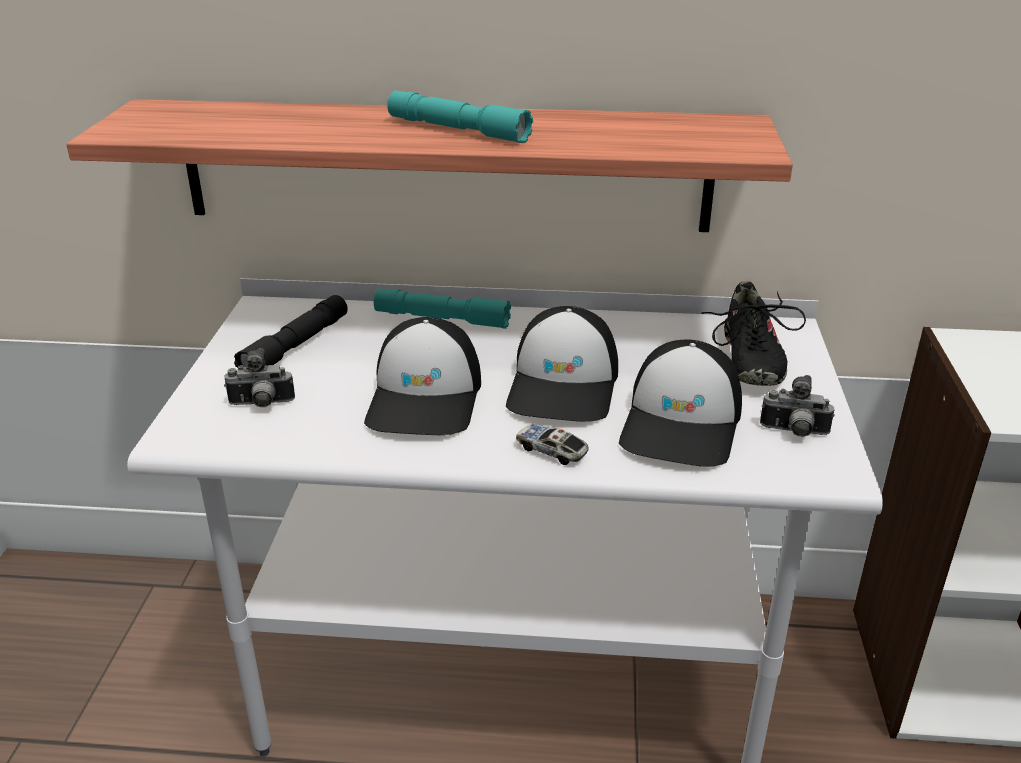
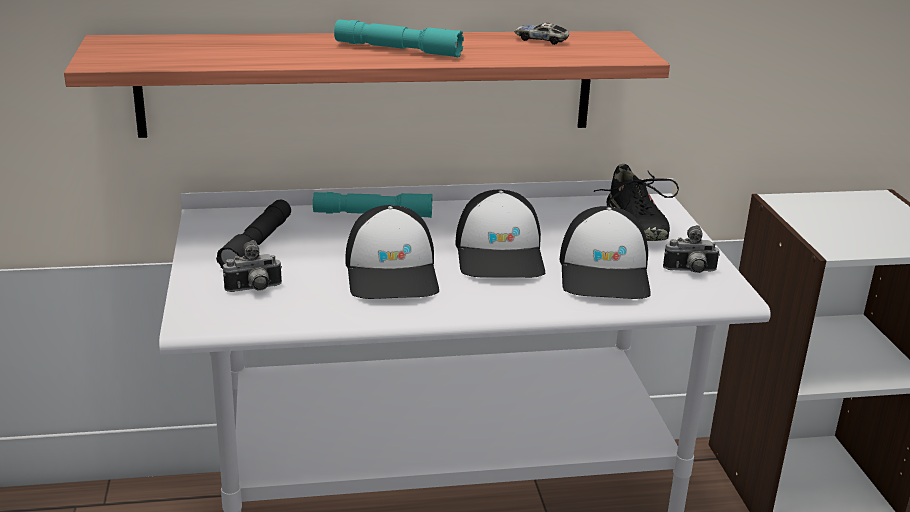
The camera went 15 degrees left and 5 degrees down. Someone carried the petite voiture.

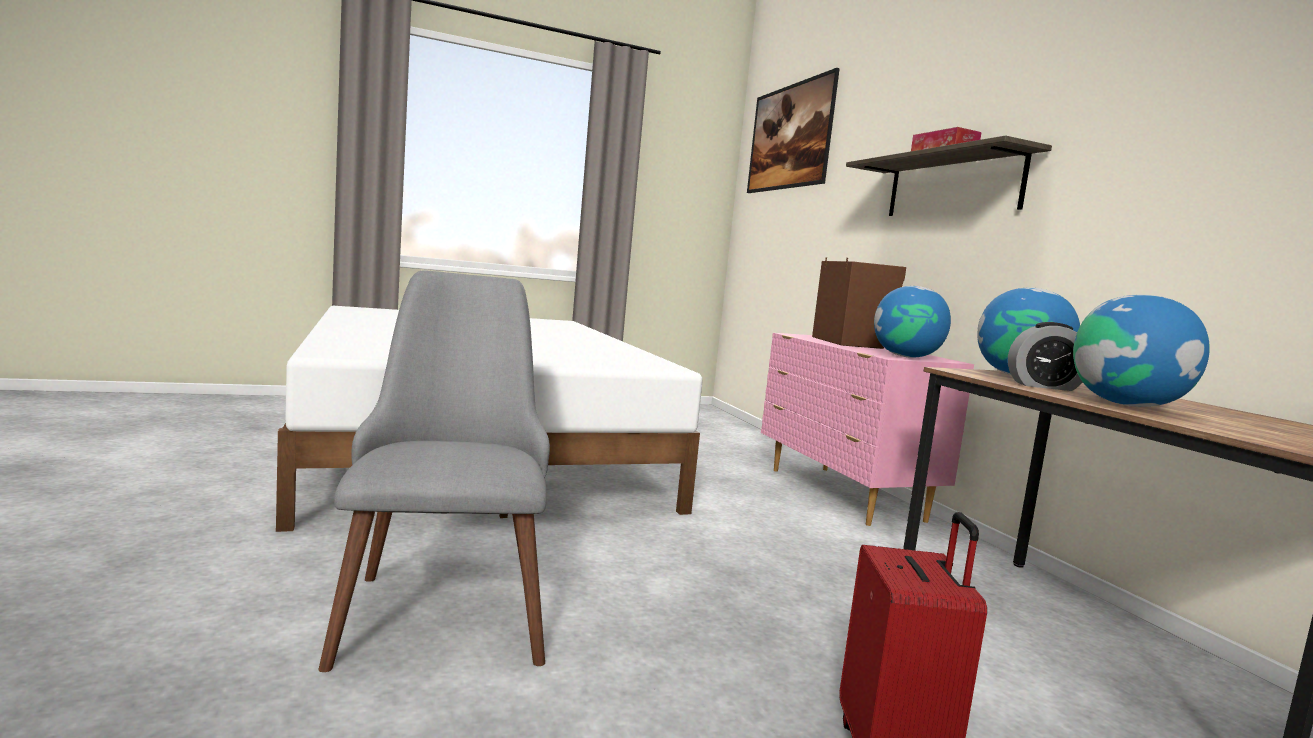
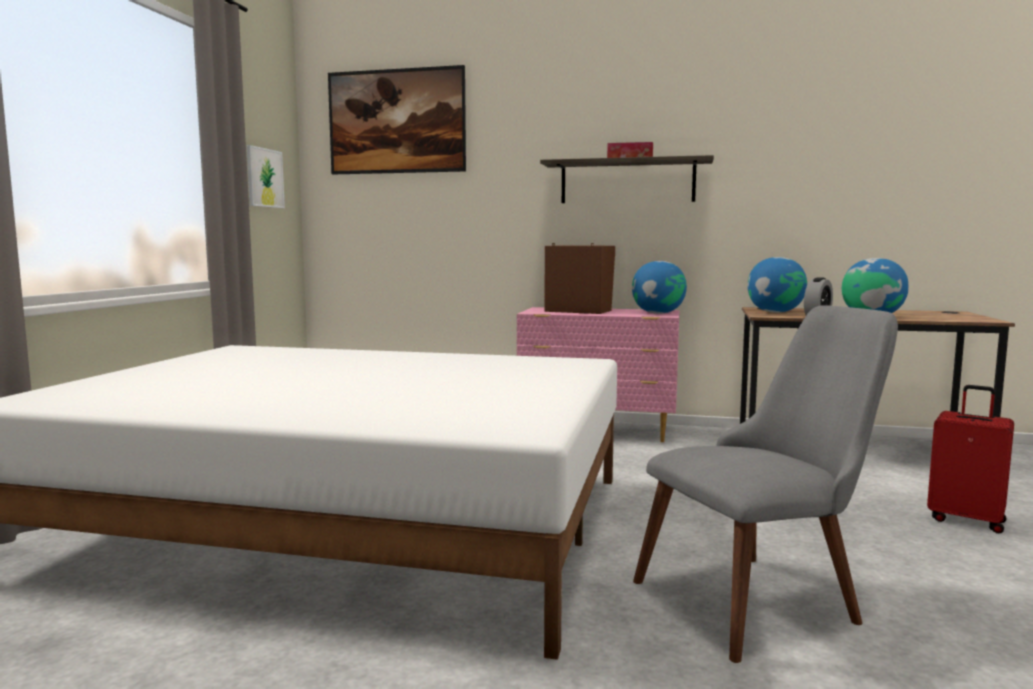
The camera went 55 degrees left and 0 degrees up. Someone rotated the chaise [gris] by 135 degrees clockwise. Someone put up the tableau (no. 1 from left).

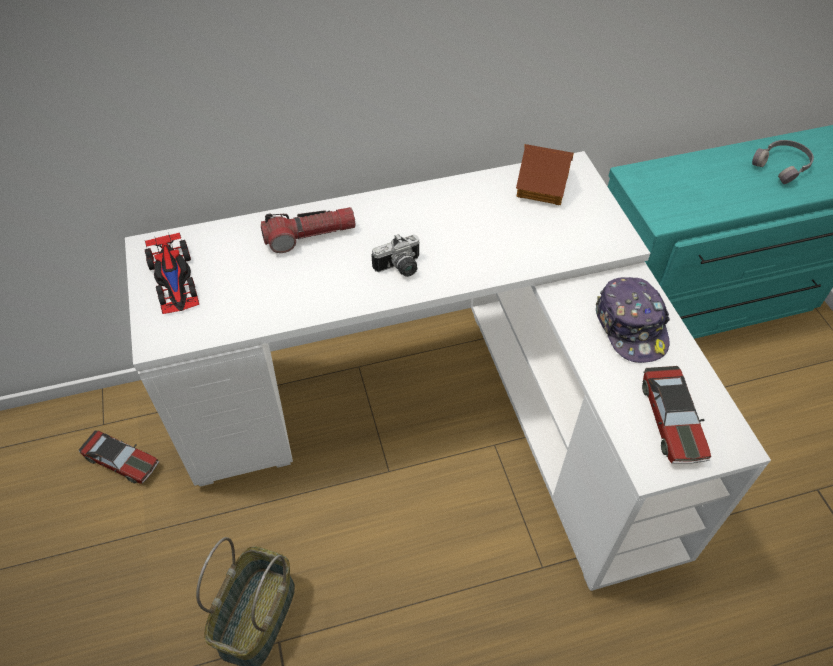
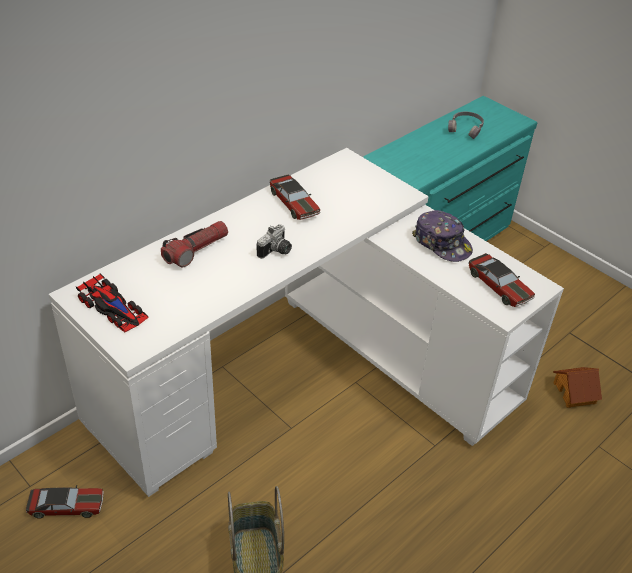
The camera went 30 degrees left and 10 degrees down. Someone carried the maison miniature. Someone put down the petite voiture (no. 3 from left).

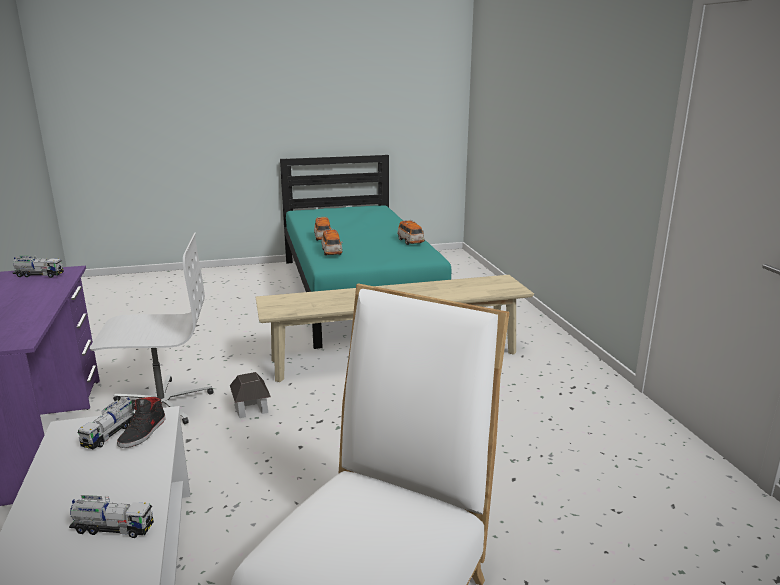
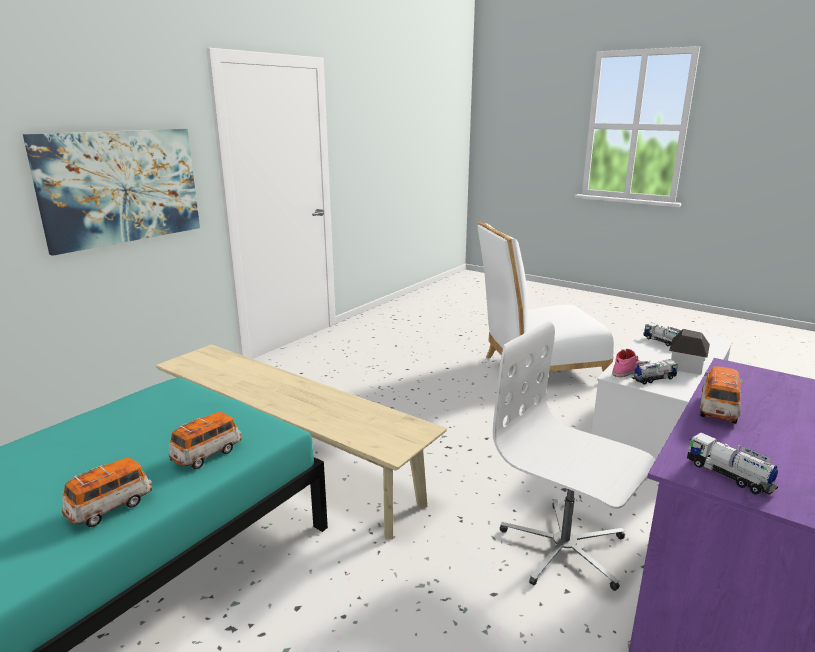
The camera went 130 degrees left and 0 degrees up. Someone carried the petite voiture (no. 3 from left). Someone carried the maison miniature. Someone repainted the chaussure [noir], which became the chaussure [rose]. Someone put up the tableau.

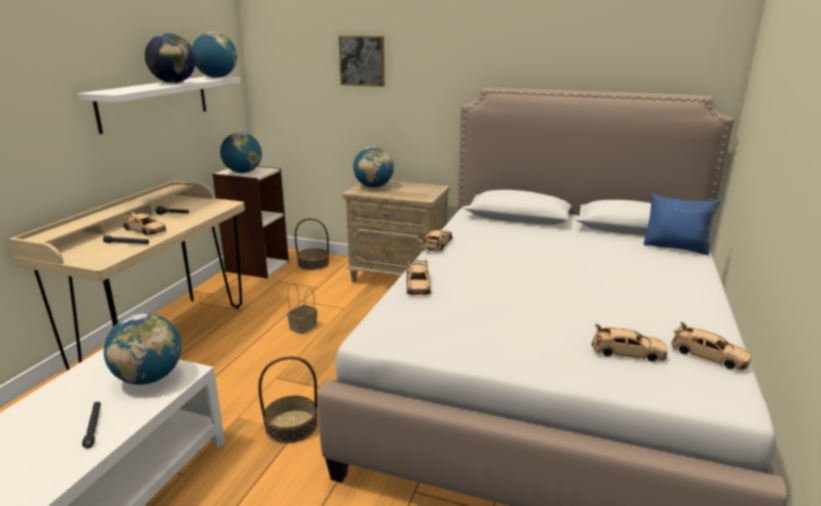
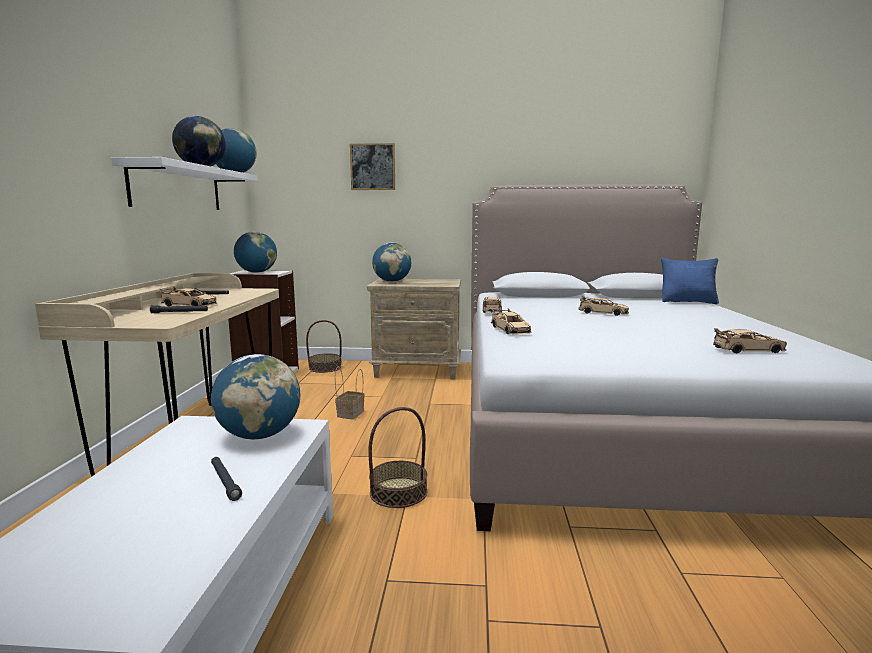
The camera went 15 degrees left and 10 degrees down. Someone carried the petite voiture [beige] (no. 5 from left in the first image).

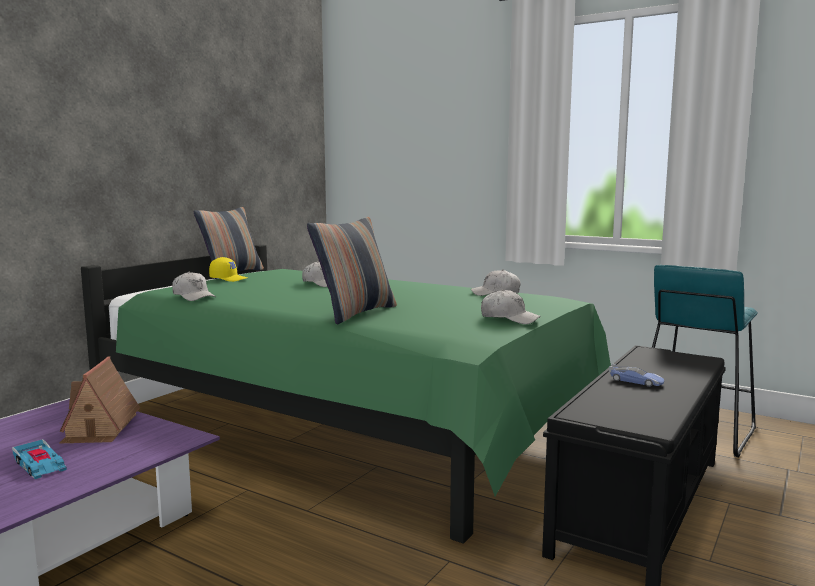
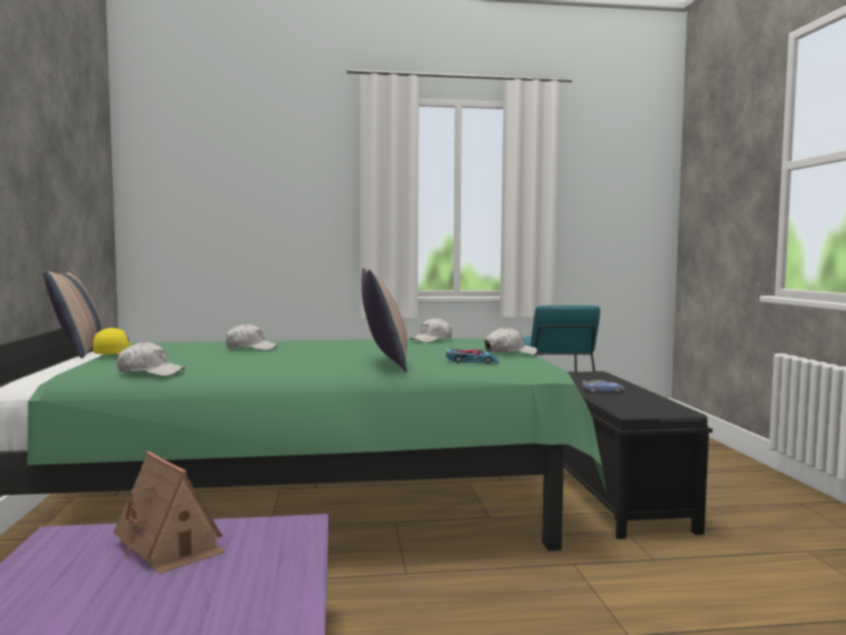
The camera went 40 degrees left and 5 degrees down. Someone carried the petite voiture (no. 1 from left).

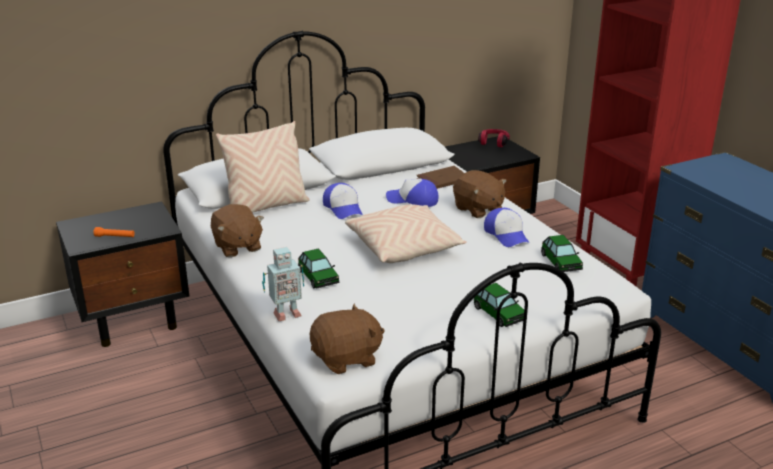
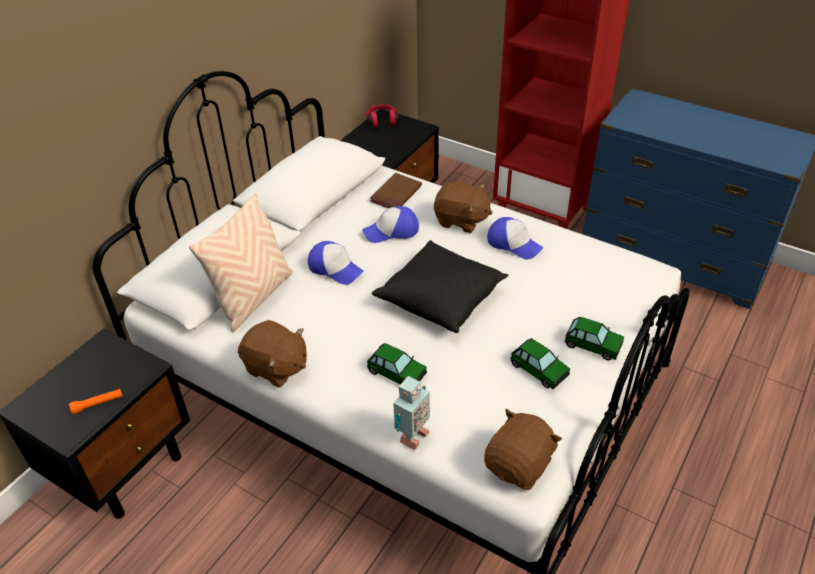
The camera went 30 degrees left and 15 degrees up. Someone repainted the coussin [beige] (no. 2 from left), which became the coussin [noir]. Someone carried the petite voiture (no. 3 from left in the first image).

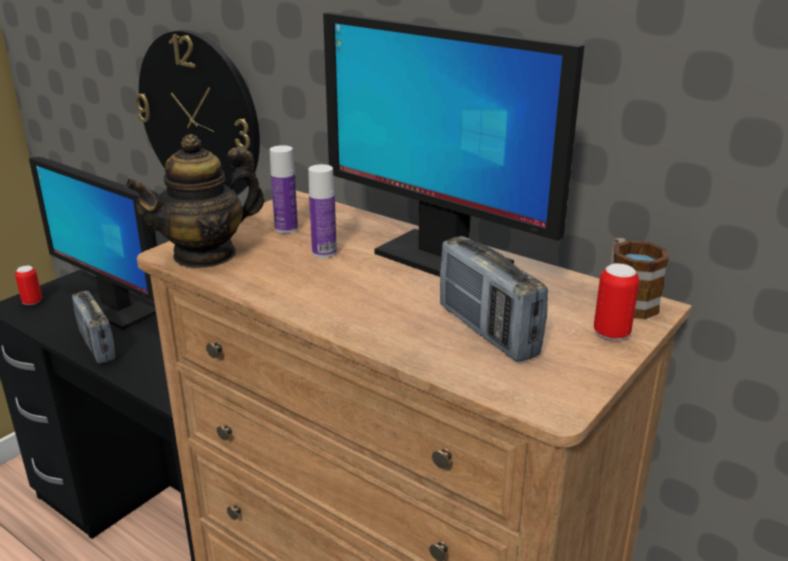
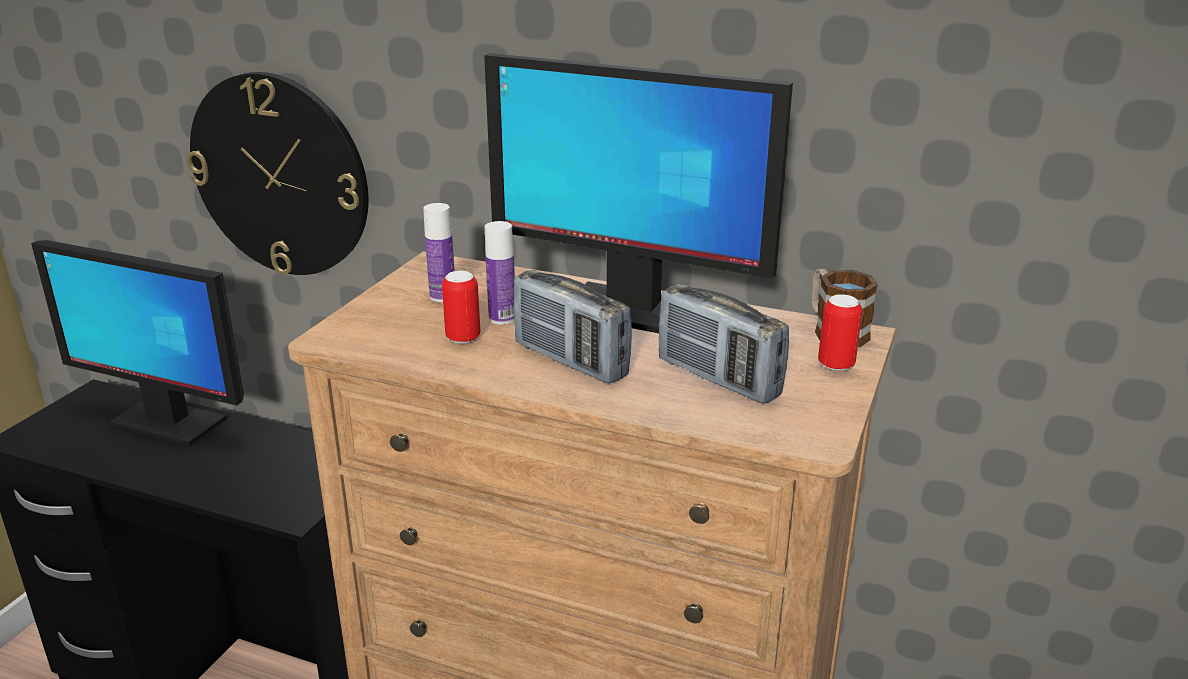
The camera went 15 degrees left and 0 degrees up. Someone took away the théière. Someone carried the boîte métallique (no. 1 from left). Someone carried the radio (no. 1 from left).

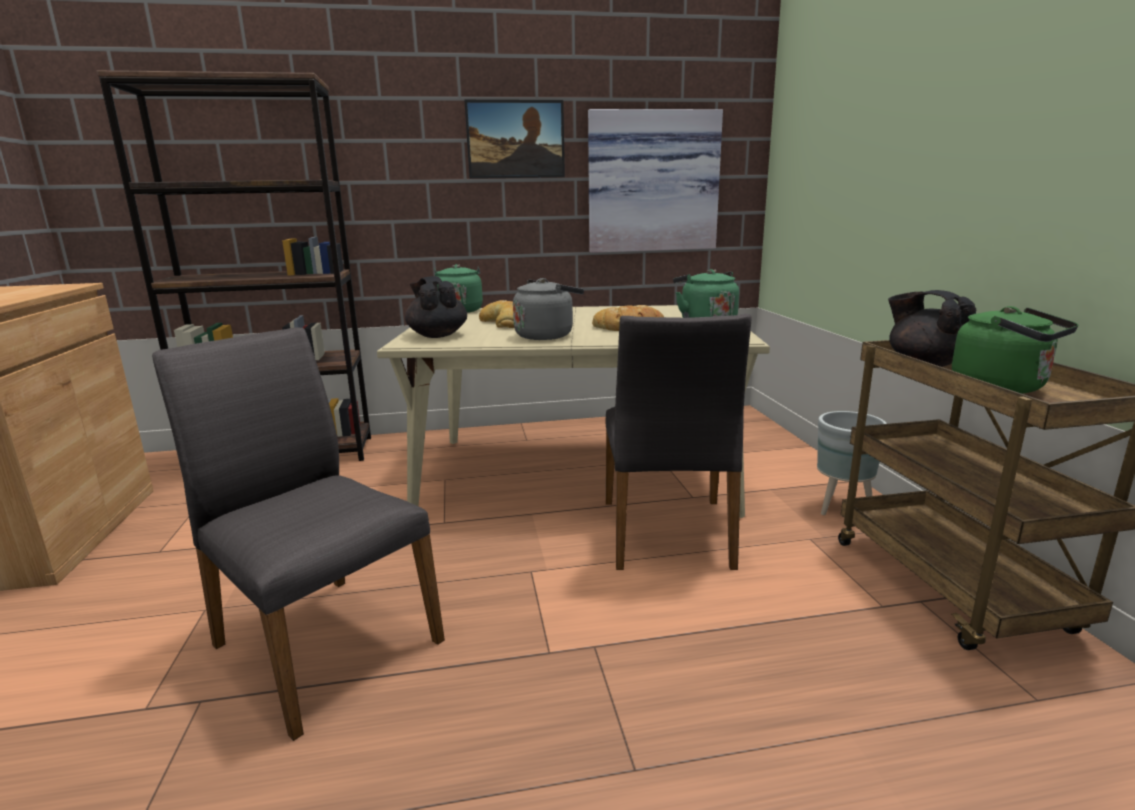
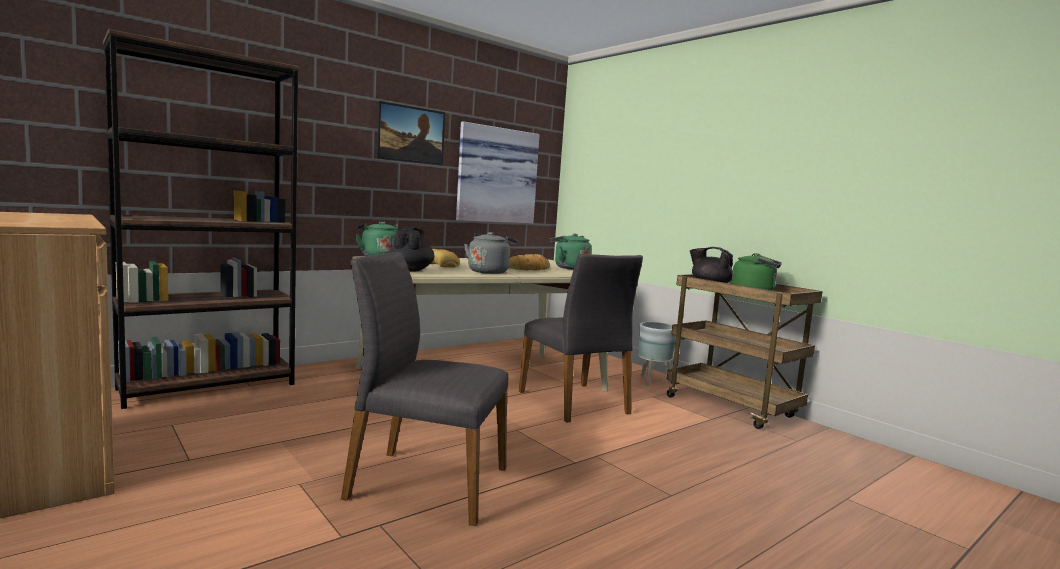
The camera went 30 degrees left and 10 degrees down. Someone rotated the théière [noir] (no. 1 from left) by 60 degrees clockwise.

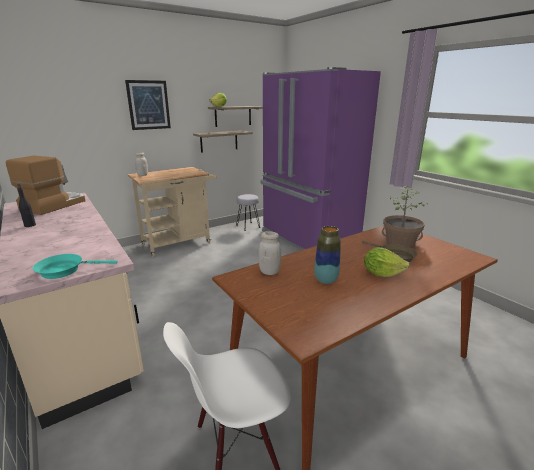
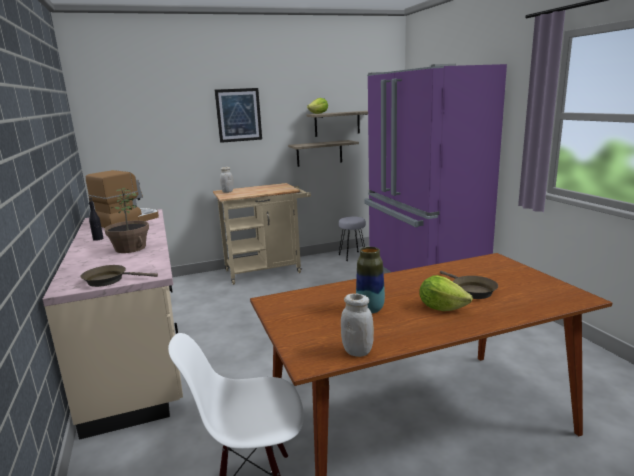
The camera went 15 degrees right and 5 degrees down. Someone carried the plante en pot. Someone carried the bocal [blanc] (no. 2 from left). Someone repainted the poêle [turquoise], which became the poêle [marron] (no. 1 from left).

